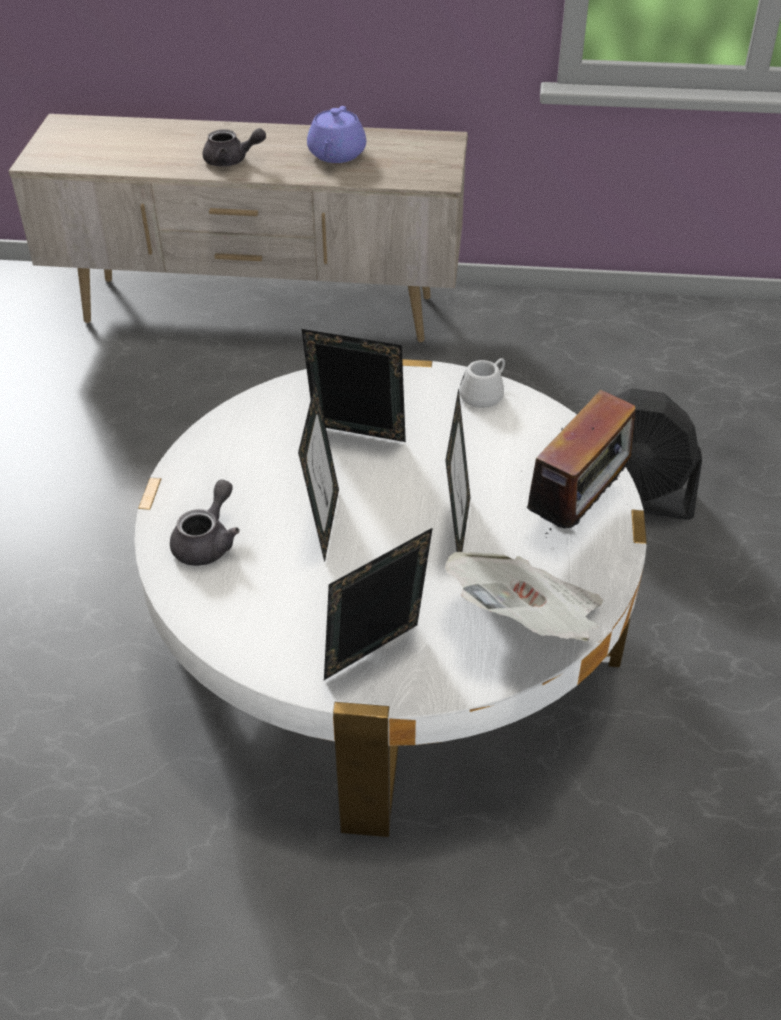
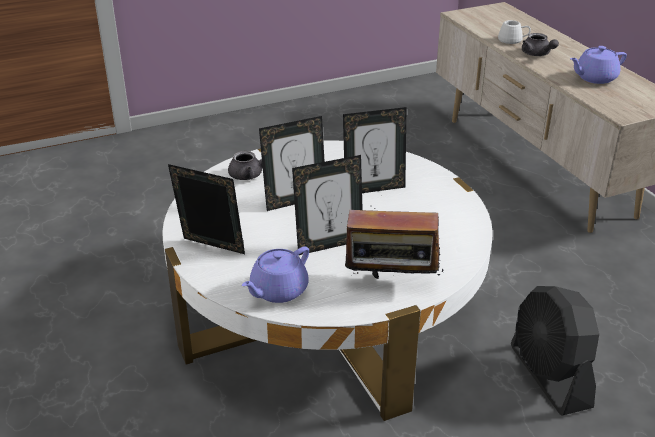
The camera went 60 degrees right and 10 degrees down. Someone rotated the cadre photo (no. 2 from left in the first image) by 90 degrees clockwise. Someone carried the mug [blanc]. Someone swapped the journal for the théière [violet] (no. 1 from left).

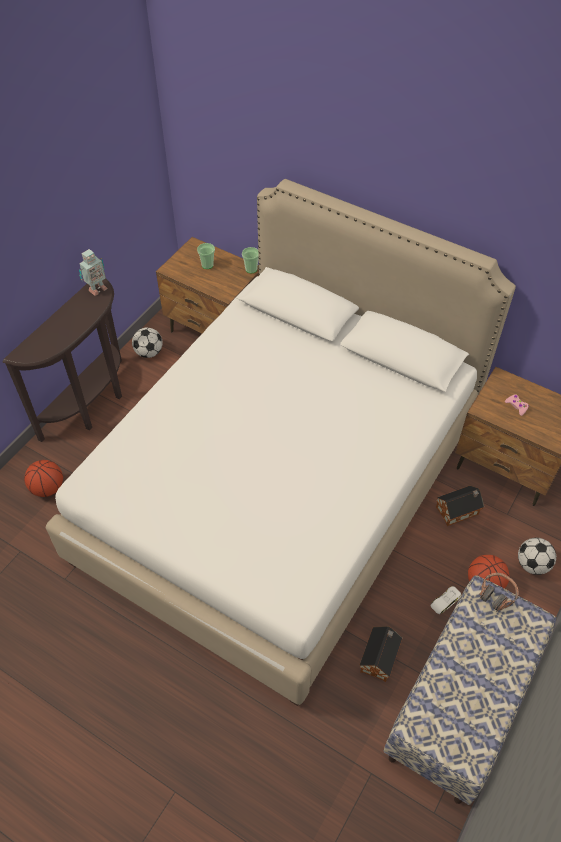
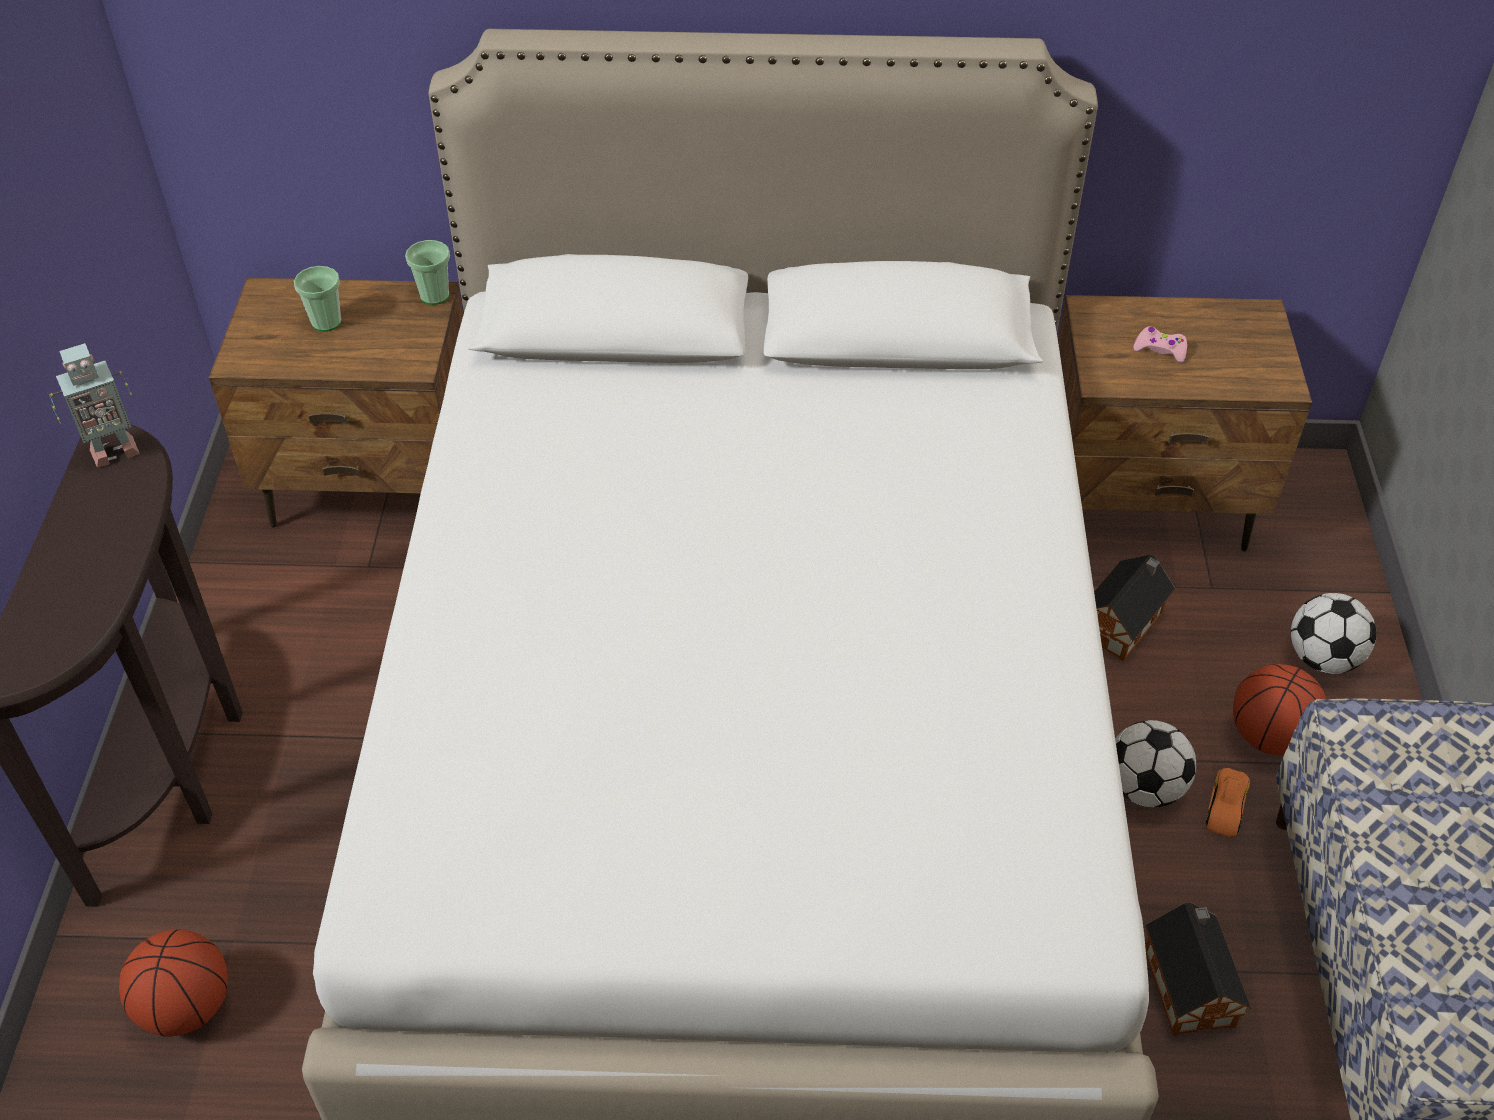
The camera went 30 degrees left and 5 degrees down. Someone rotated the robot jouet by 45 degrees clockwise. Someone carried the ballon de foot (no. 1 from left). Someone took away the casque audio. Someone repainted the petite voiture [blanc], which became the petite voiture [orange].

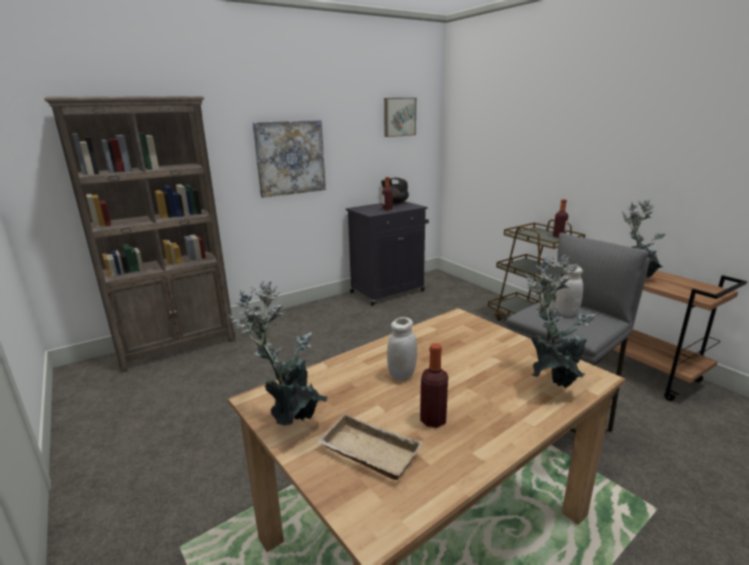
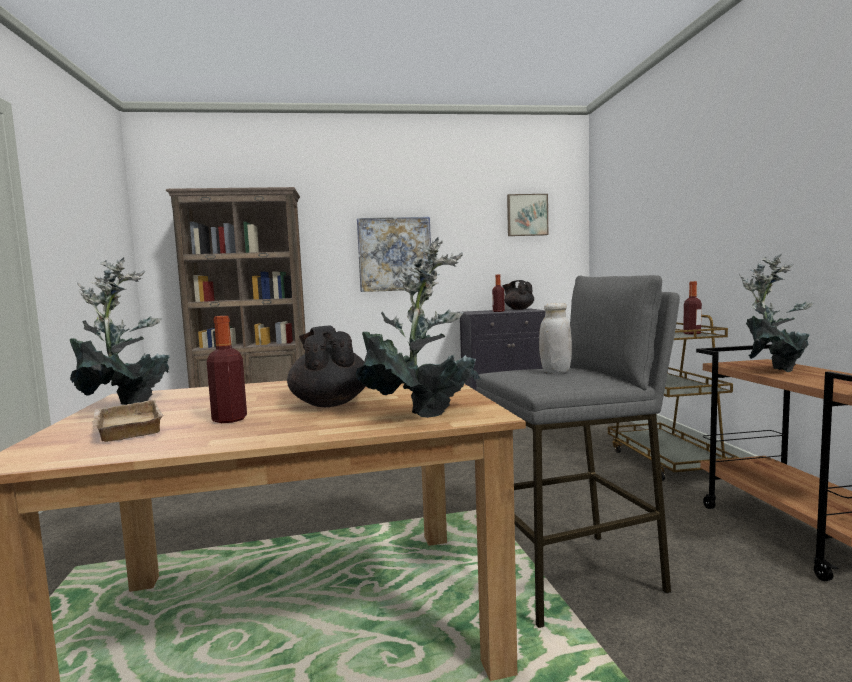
The camera went 25 degrees right and 15 degrees down. Someone took away the bocal [blanc] (no. 1 from left). Someone put down the théière [noir] (no. 1 from left).

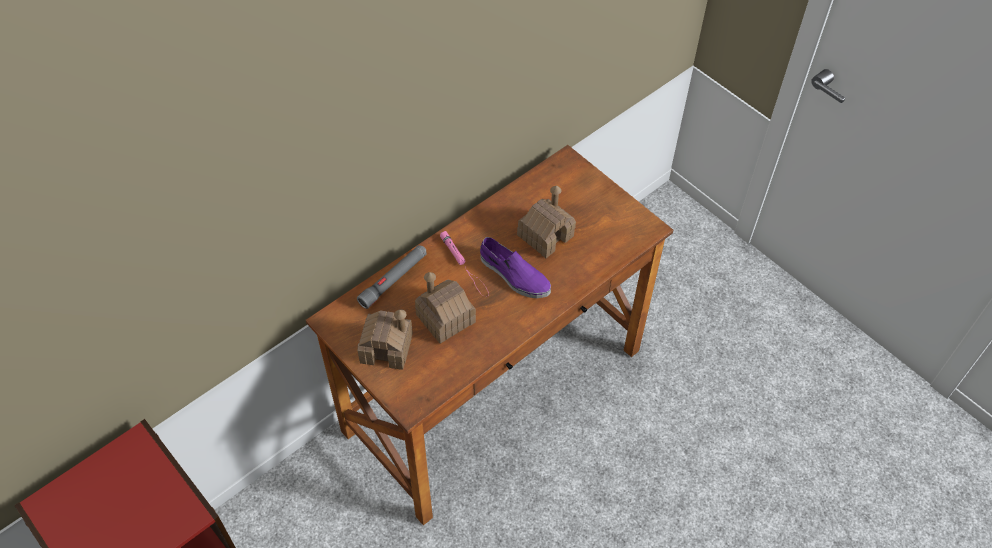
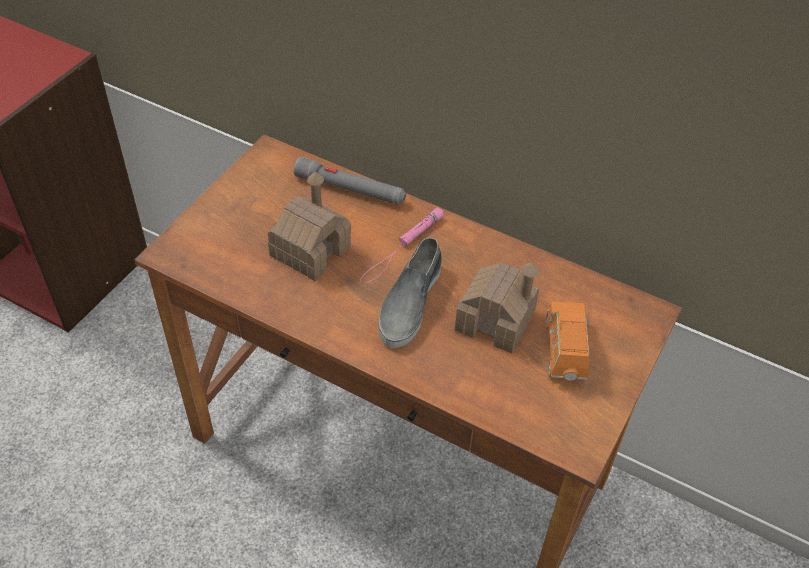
The camera went 70 degrees right and 5 degrees down. Someone repainted the chaussure [violet], which became the chaussure [gris]. Someone took away the maison miniature (no. 1 from left). Someone put down the petite voiture [orange].

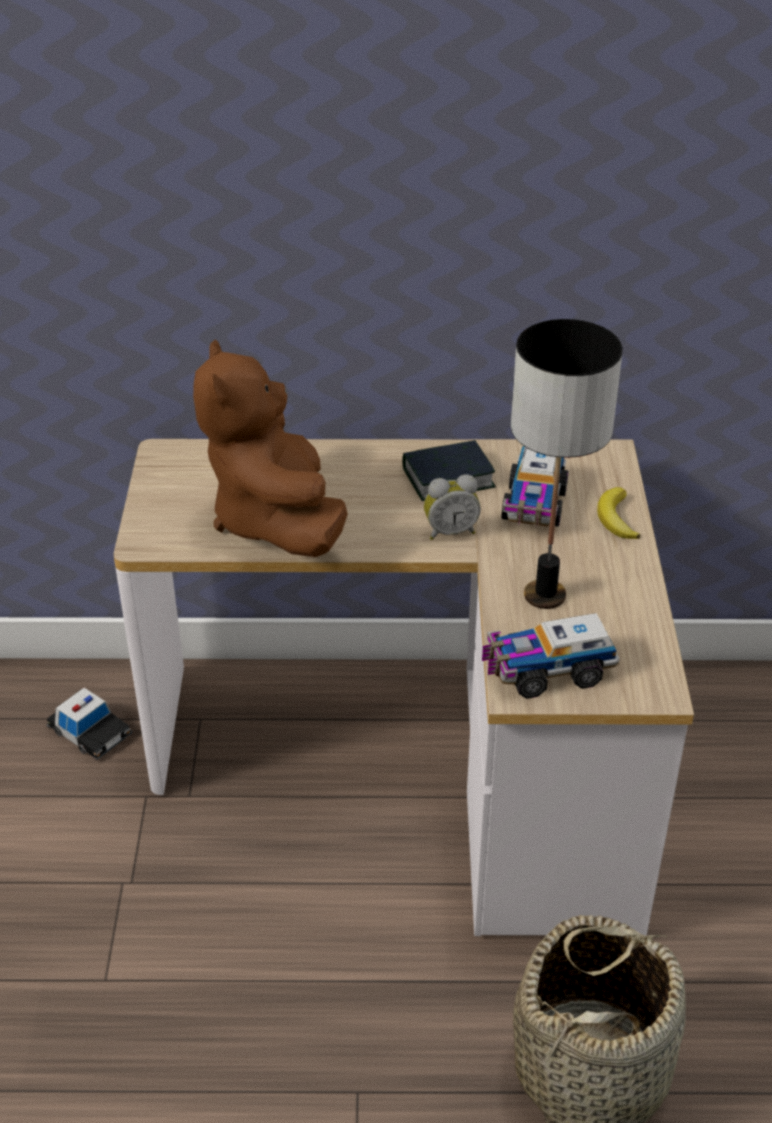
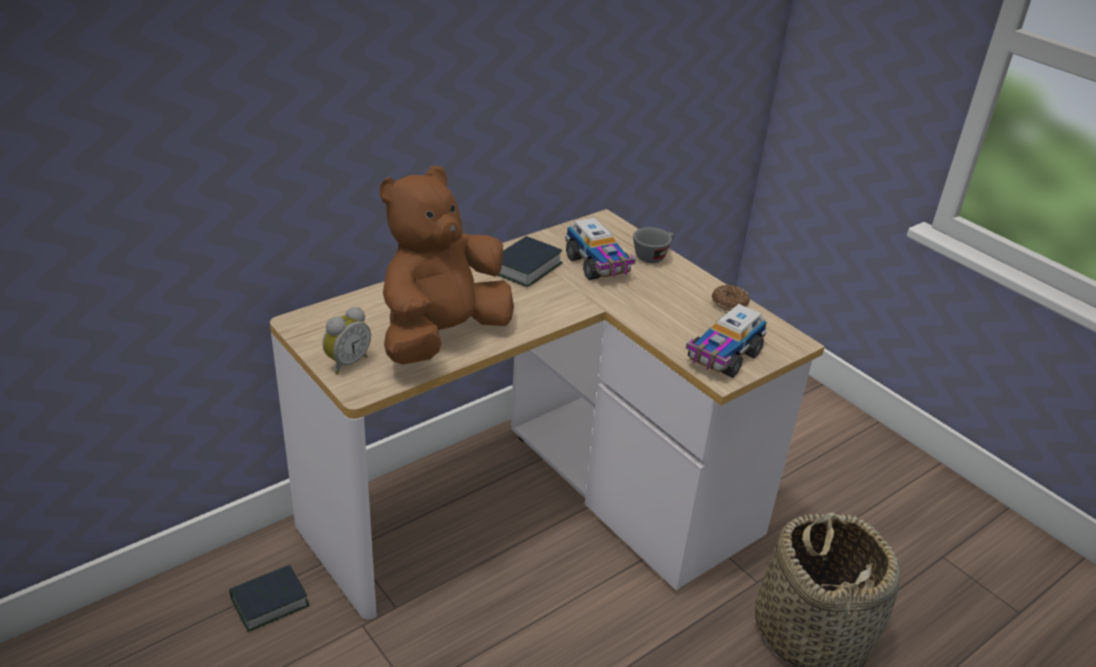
The camera went 40 degrees left and 5 degrees down. Someone took away the lampe de table. Someone rotated the peluche [marron] by 90 degrees clockwise. Someone carried the réveil. Someone swapped the banane for the tasse [gris]. Someone swapped the petite voiture for the livre (no. 1 from left). Someone put down the beignet.

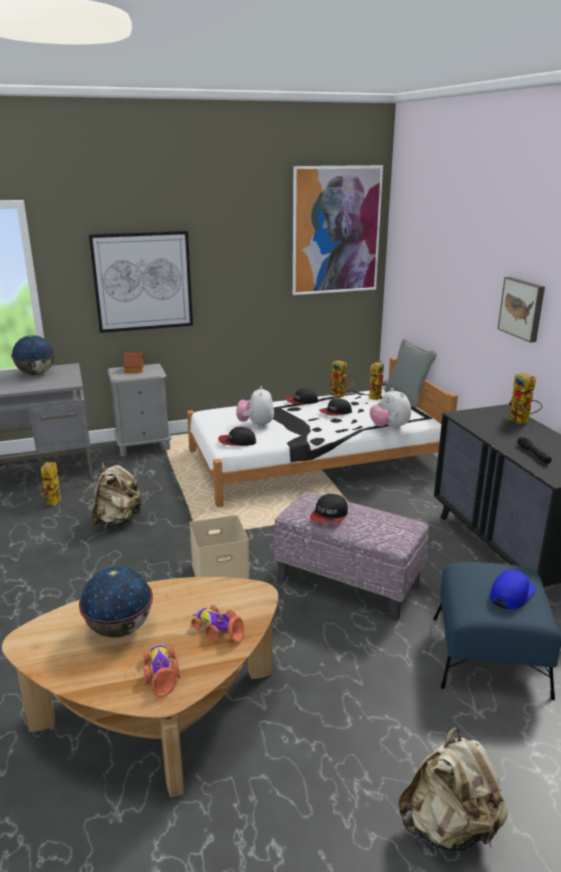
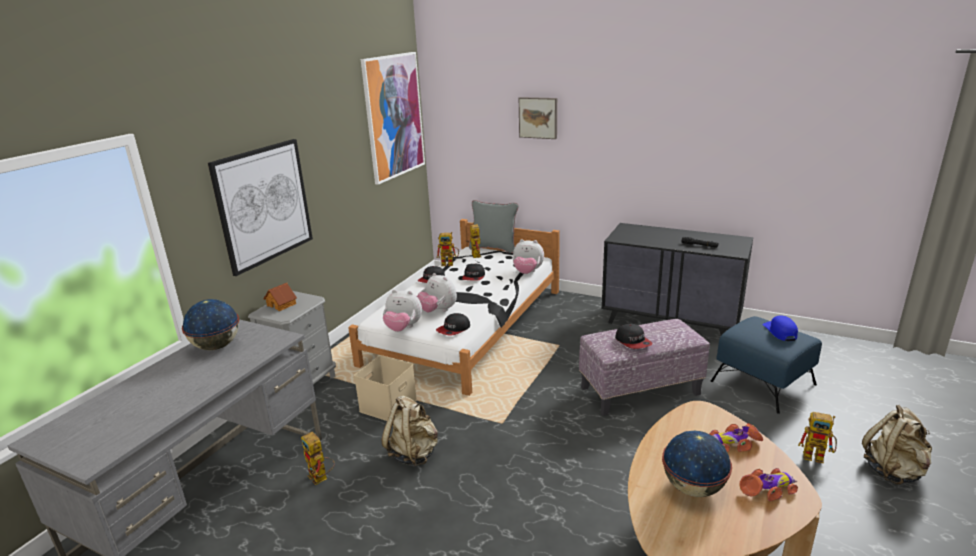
The camera went 45 degrees left and 0 degrees up. Someone carried the tableau (no. 3 from left). Someone carried the robot jouet (no. 4 from left). Someone carried the boîte de rangement [beige]. Someone rotated the petite voiture (no. 1 from left in the first image) by 135 degrees clockwise. Someone put down the peluche (no. 1 from left).

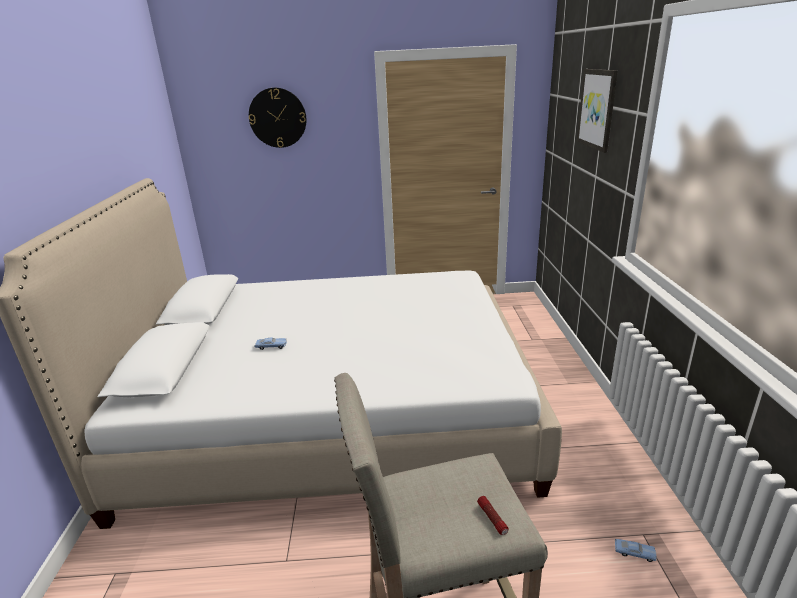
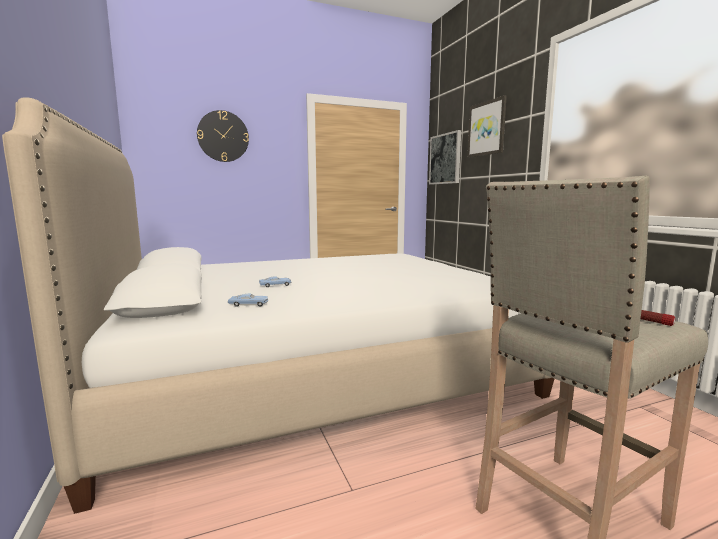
The camera went 20 degrees left and 15 degrees down. Someone carried the petite voiture [bleu] (no. 2 from left in the first image). Someone put up the tableau (no. 1 from left).

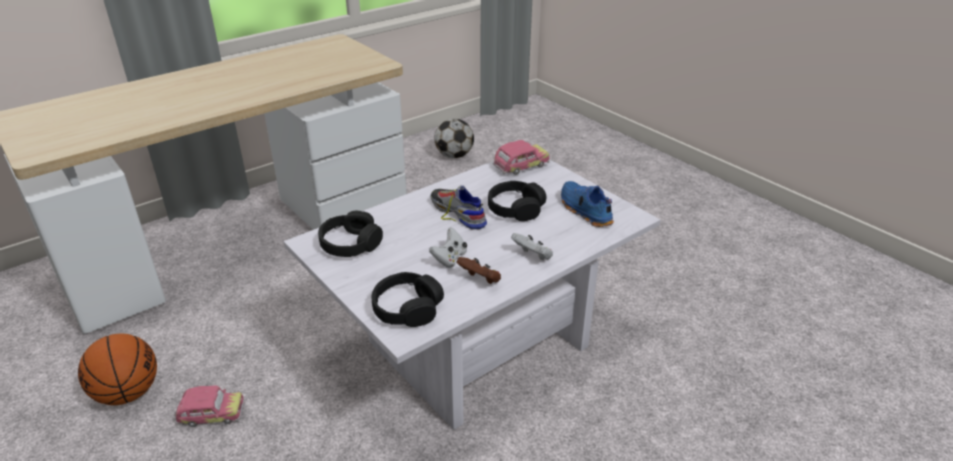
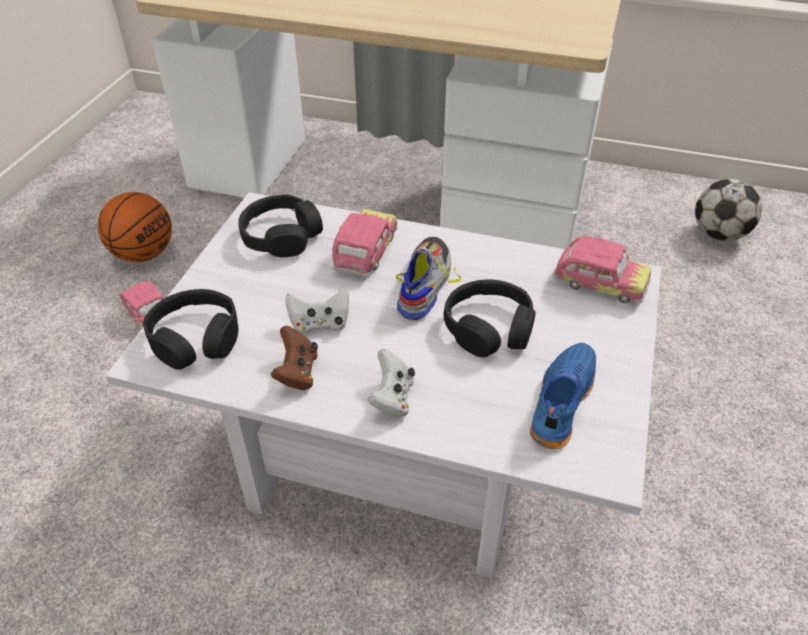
The camera went 55 degrees right and 10 degrees up. Someone put down the petite voiture (no. 2 from left).

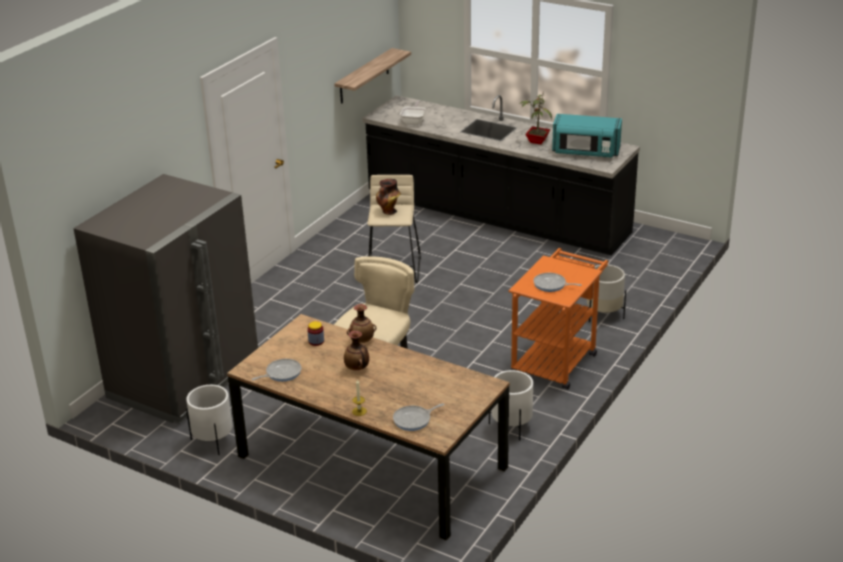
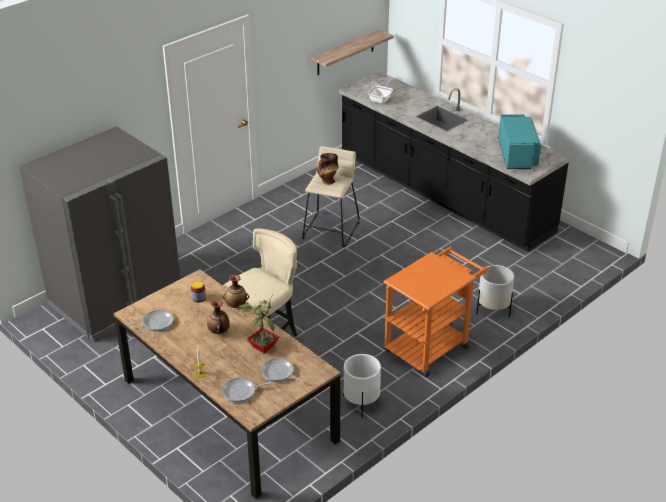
The camera went 15 degrees right and 5 degrees up. Someone carried the plante en pot. Someone rotated the micro-ondes [turquoise] by 120 degrees counterclockwise. Someone carried the poêle (no. 4 from left in the first image). Someone took away the cache-pot [blanc] (no. 1 from left).

